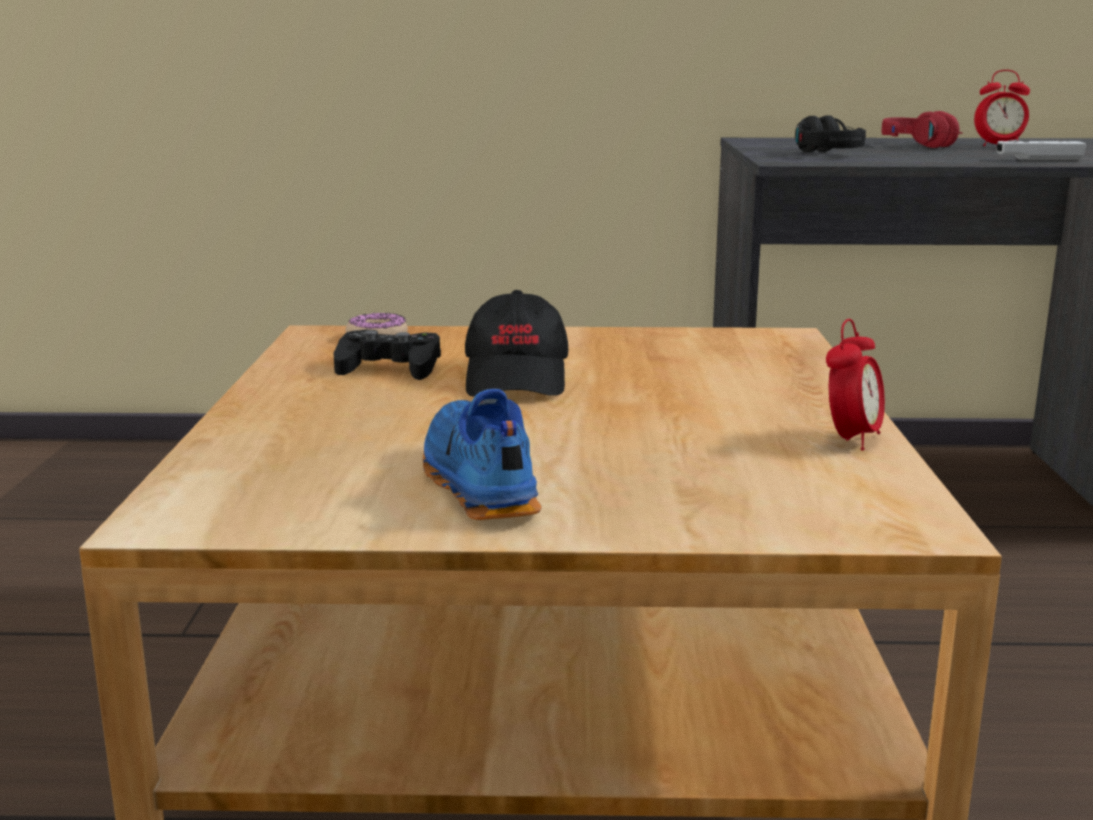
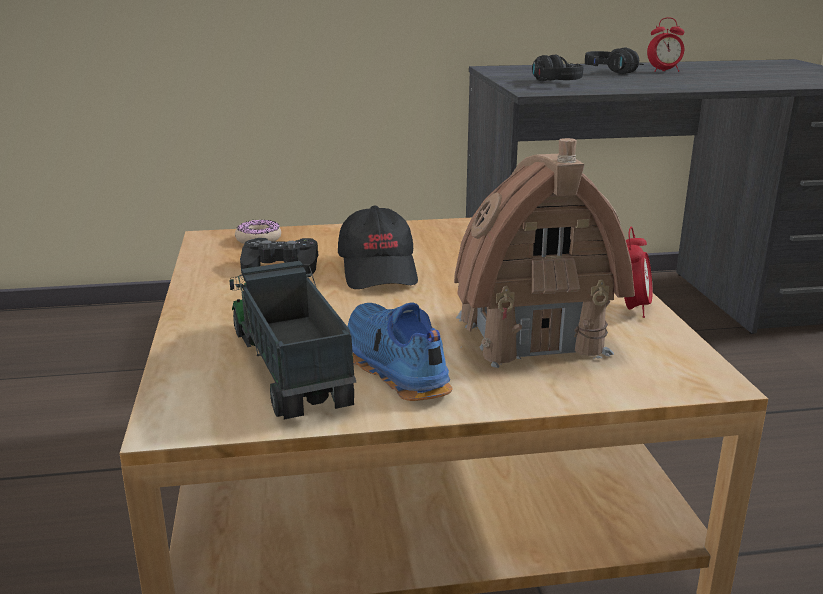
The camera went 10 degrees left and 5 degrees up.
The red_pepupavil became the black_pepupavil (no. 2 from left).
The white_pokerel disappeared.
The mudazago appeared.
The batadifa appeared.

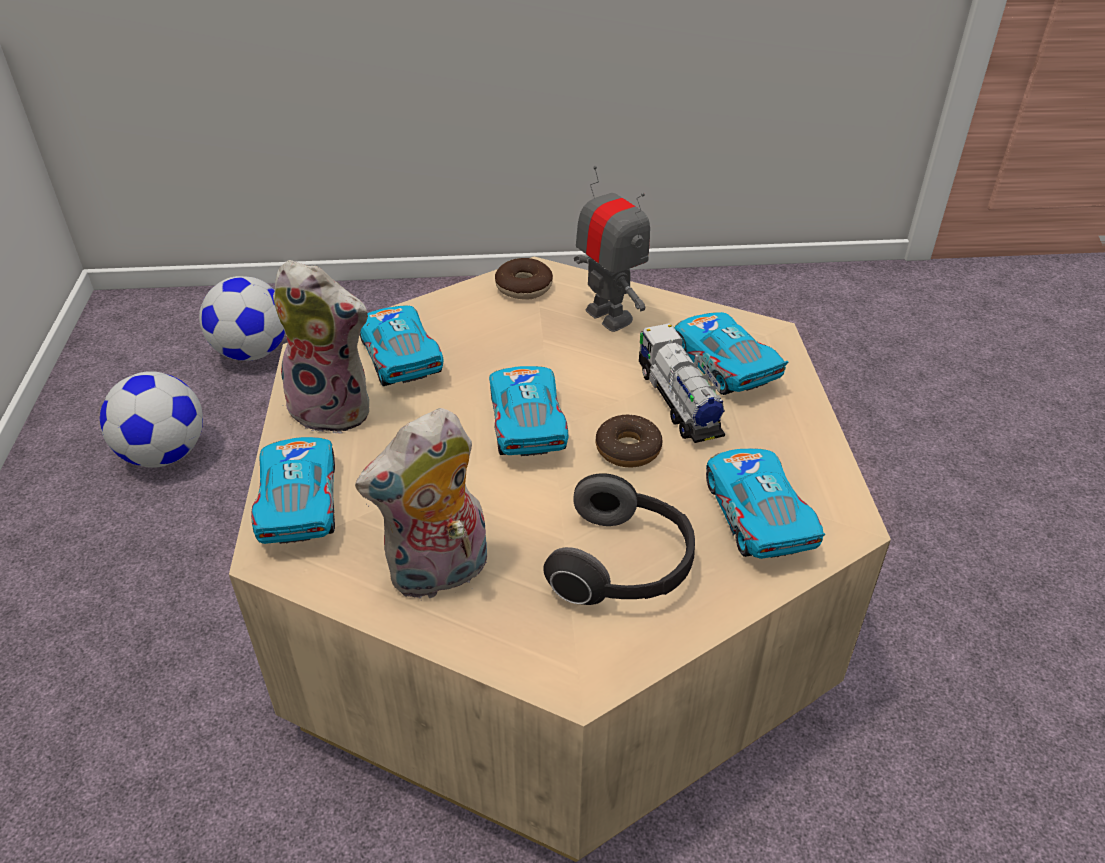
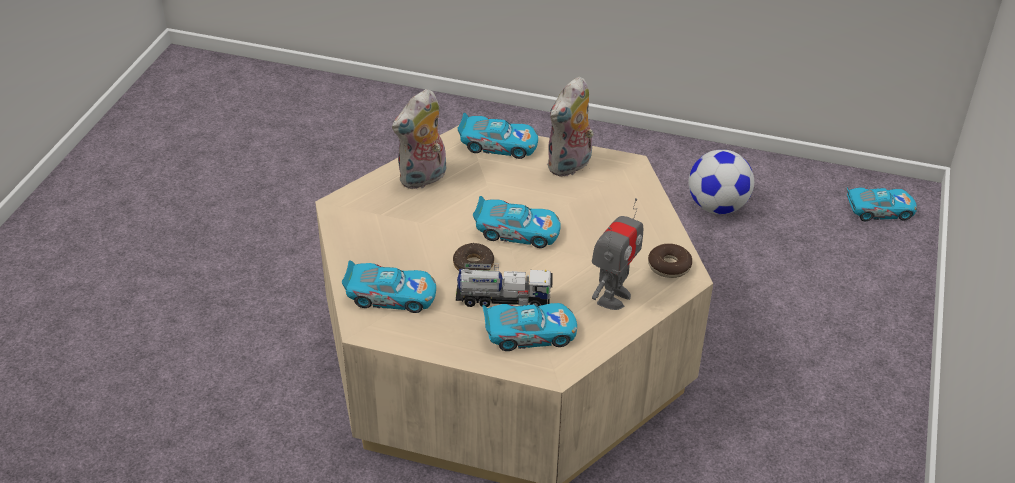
The camera went 110 degrees right and 0 degrees up.
The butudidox (no. 2 from left) disappeared.
The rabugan (no. 2 from left in the first image) turned 120 degrees counterclockwise.
The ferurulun (no. 2 from left in the first image) moved.
The pepupavil disappeared.
The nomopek turned 45 degrees counterclockwise.

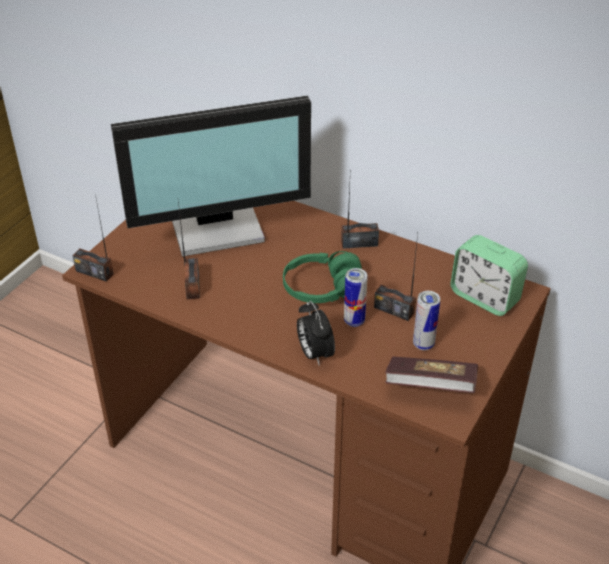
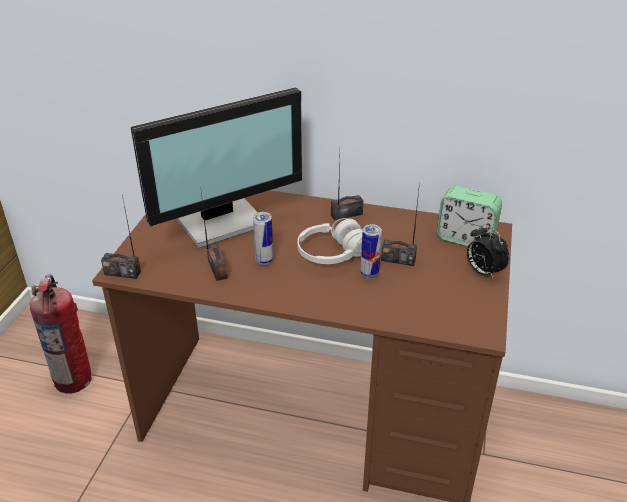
The camera went 15 degrees left and 5 degrees down.
The green_pepupavil became the white_pepupavil.
The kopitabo (no. 1 from left in the first image) moved.
The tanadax disappeared.
The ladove (no. 2 from left in the first image) moved.
The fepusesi appeared.

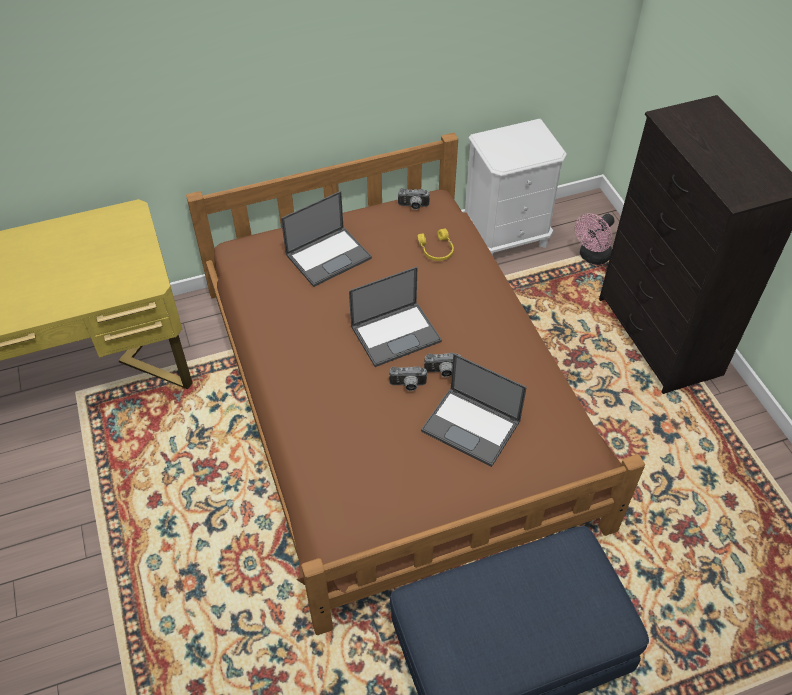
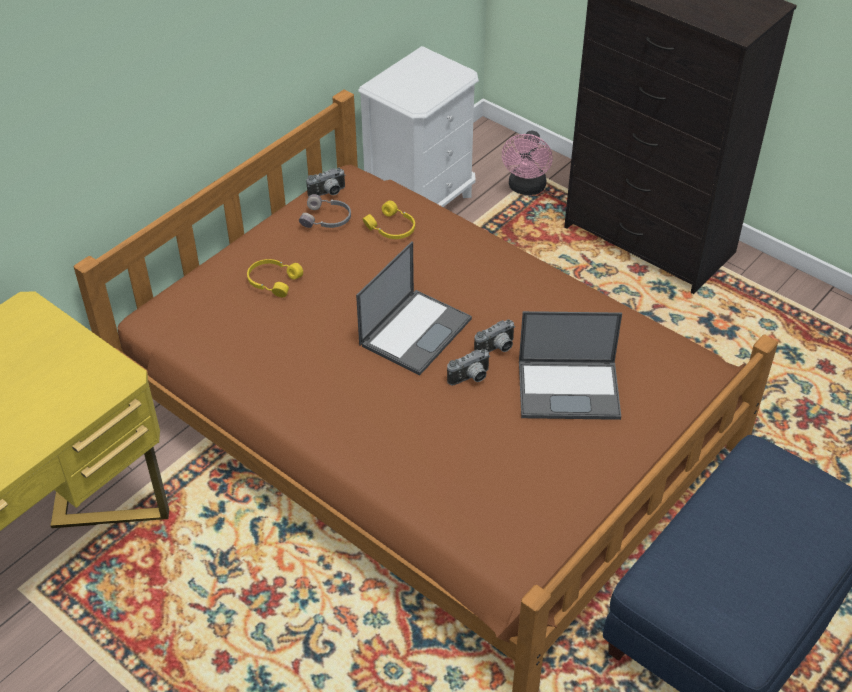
The camera went 30 degrees left and 5 degrees down.
The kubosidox (no. 1 from left) was replaced by the yellow_pepupavil (no. 1 from left).
The grey_pepupavil appeared.

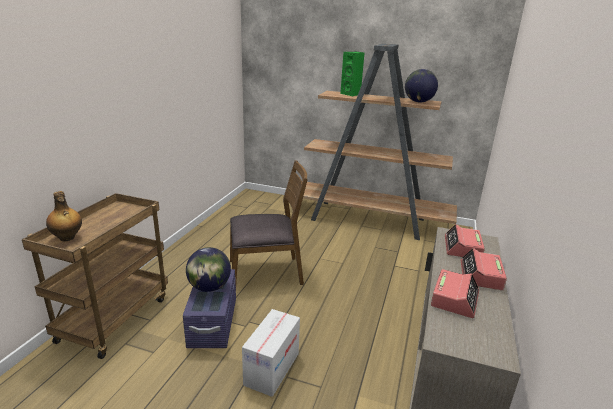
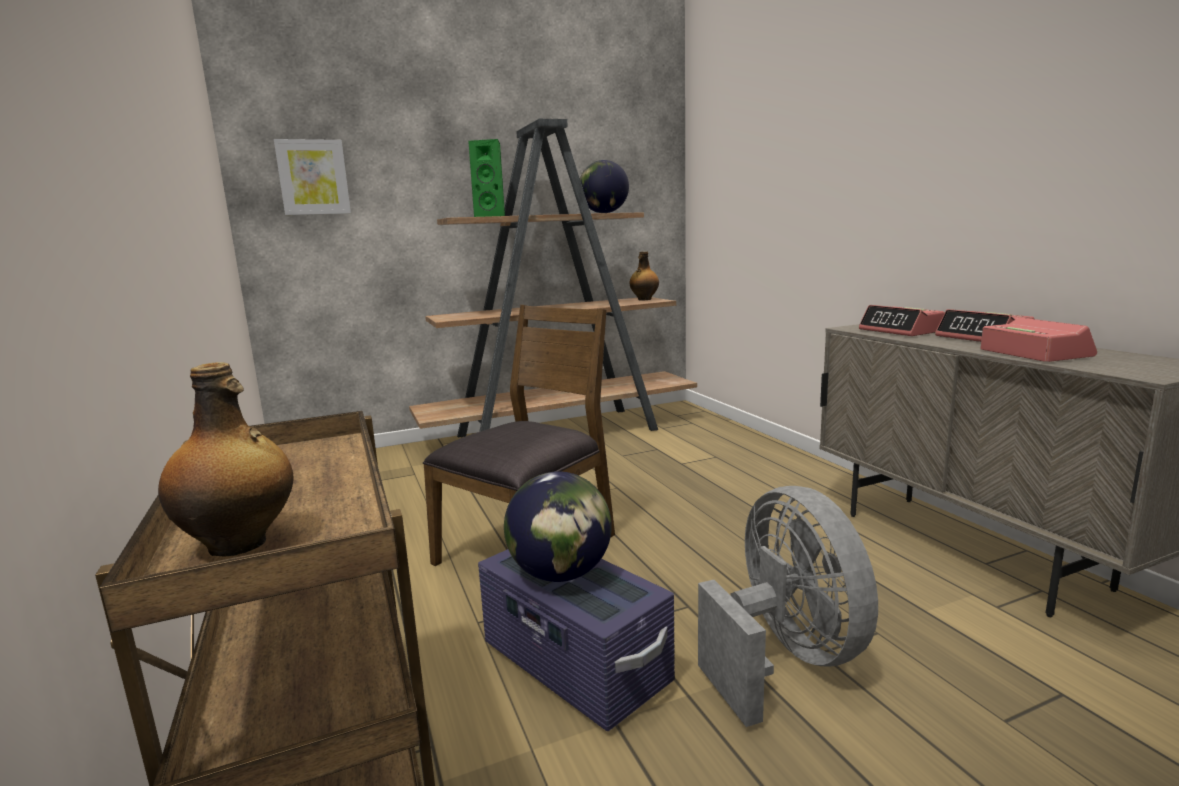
The camera went 40 degrees left and 10 degrees down.
The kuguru was replaced by the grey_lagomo.
The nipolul appeared.
The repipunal (no. 2 from left) appeared.

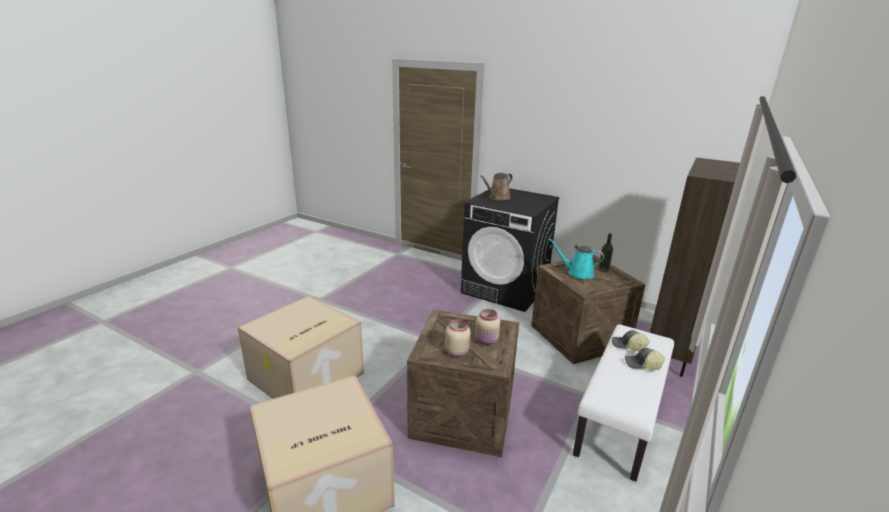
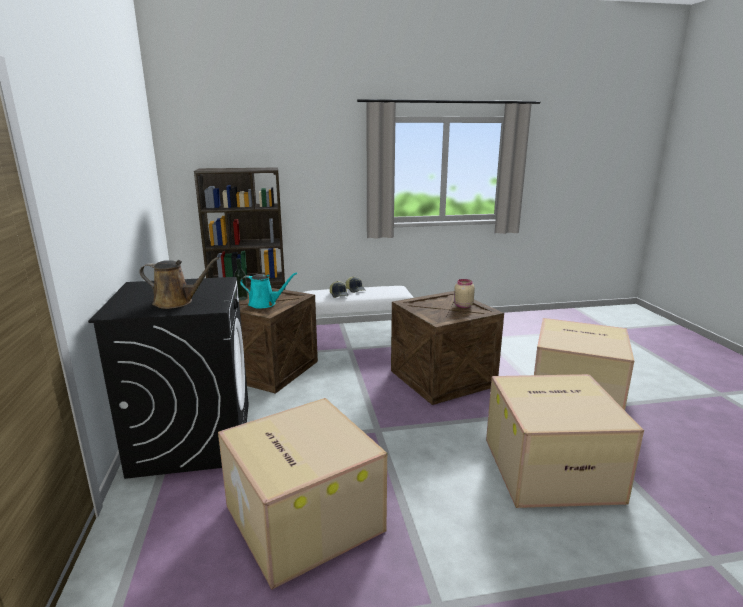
The camera went 130 degrees left and 5 degrees down.
The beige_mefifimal (no. 2 from left) disappeared.
The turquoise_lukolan turned 60 degrees counterclockwise.
The kuguru (no. 1 from left) appeared.

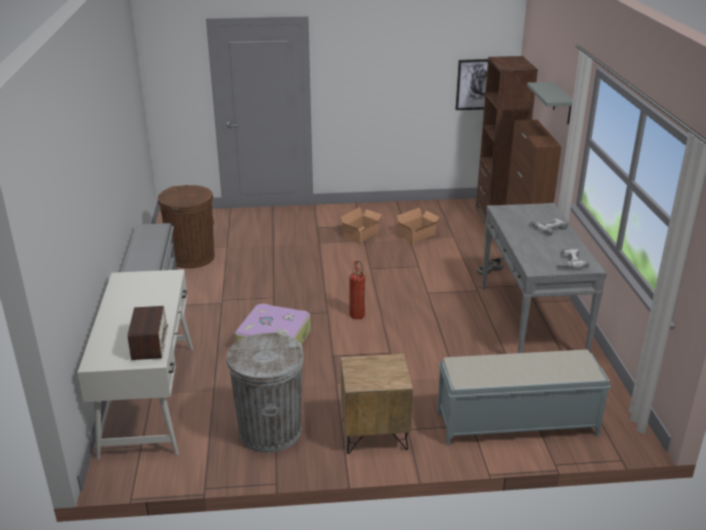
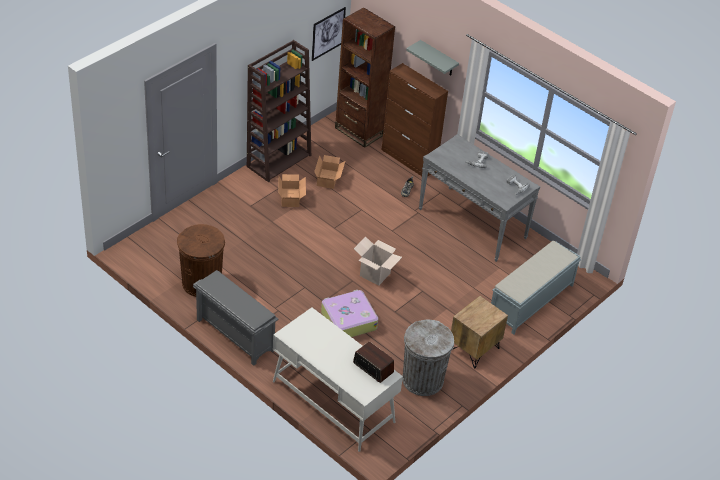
The camera went 45 degrees left and 15 degrees up.
The fepusesi was replaced by the kuguru (no. 3 from left).
The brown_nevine (no. 1 from left) appeared.

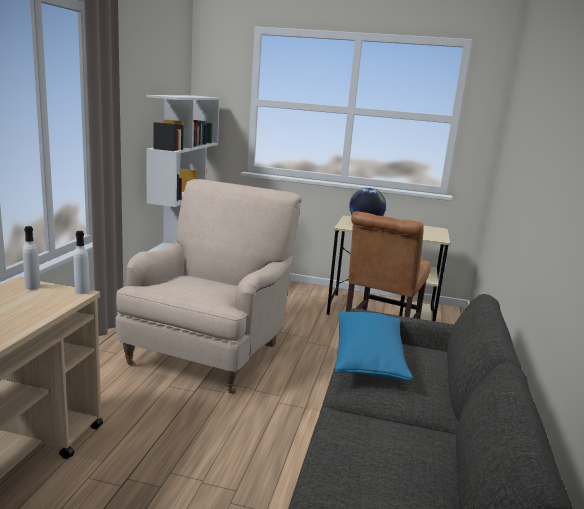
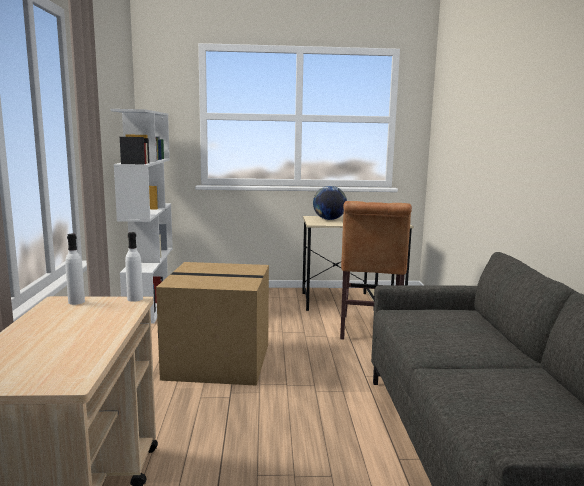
The camera went 15 degrees left and 5 degrees down.
The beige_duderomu was replaced by the kuguru.
The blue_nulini disappeared.

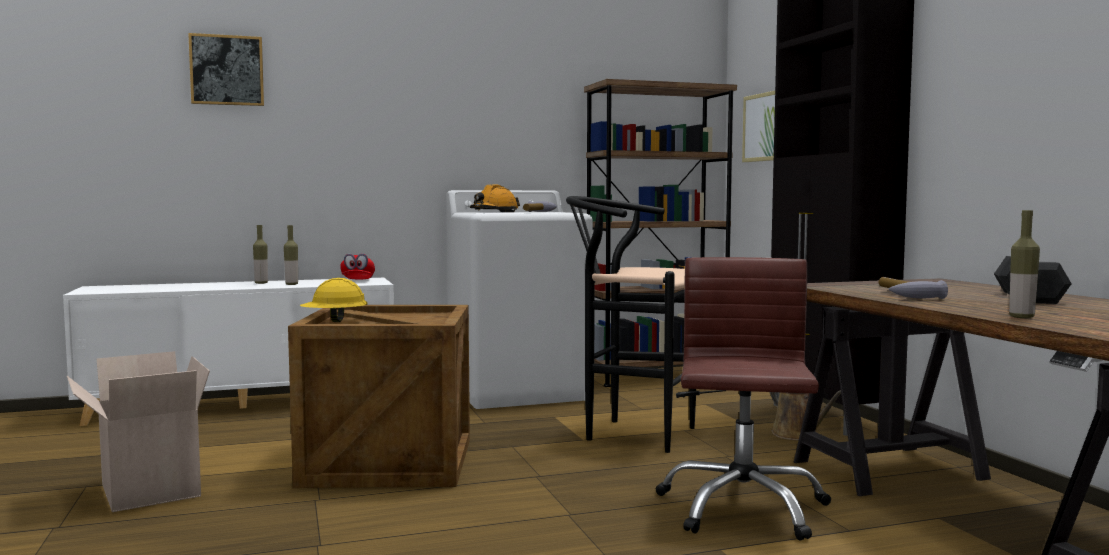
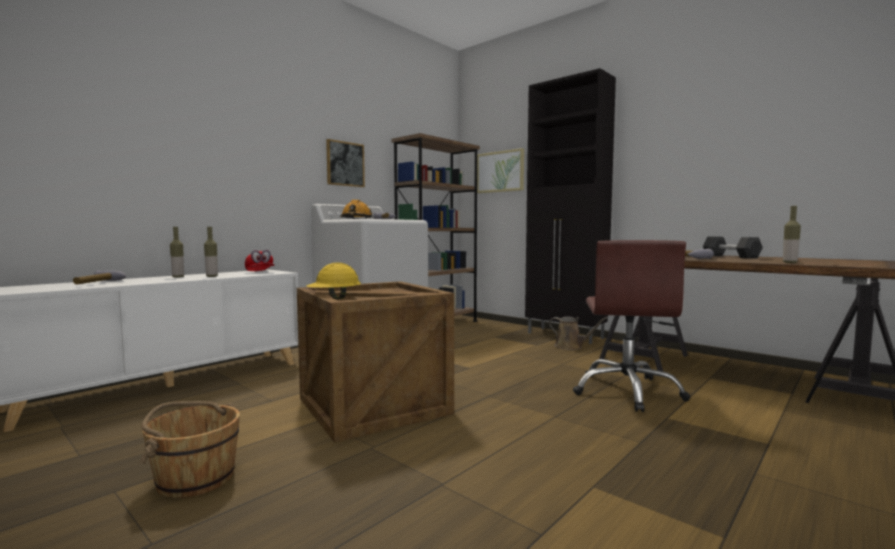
The camera went 30 degrees left and 0 degrees up.
The kuguru was replaced by the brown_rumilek.
The nipolul (no. 1 from left) moved.
The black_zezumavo disappeared.
The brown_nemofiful turned 150 degrees counterclockwise.
The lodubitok (no. 1 from left) appeared.

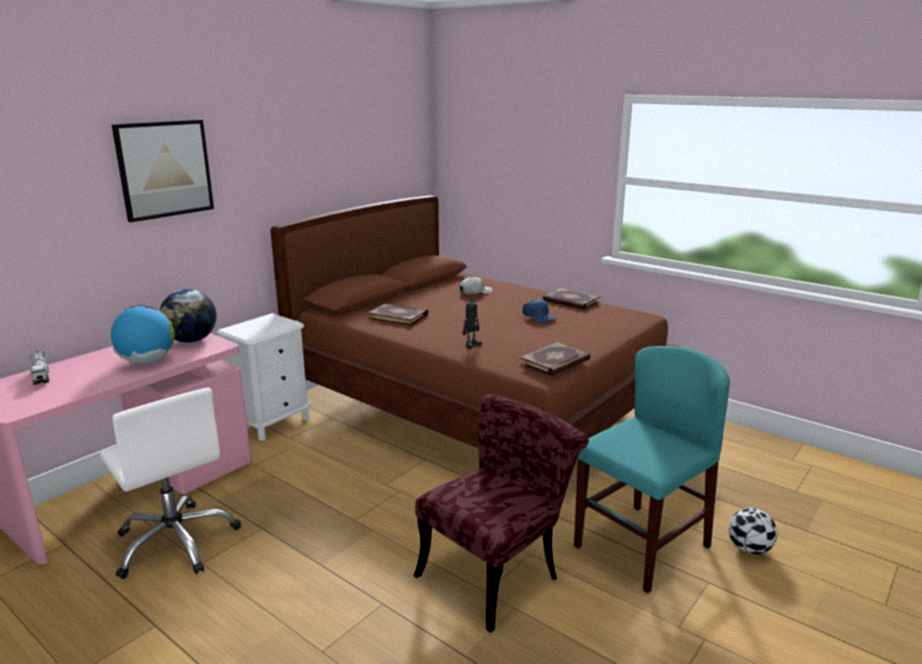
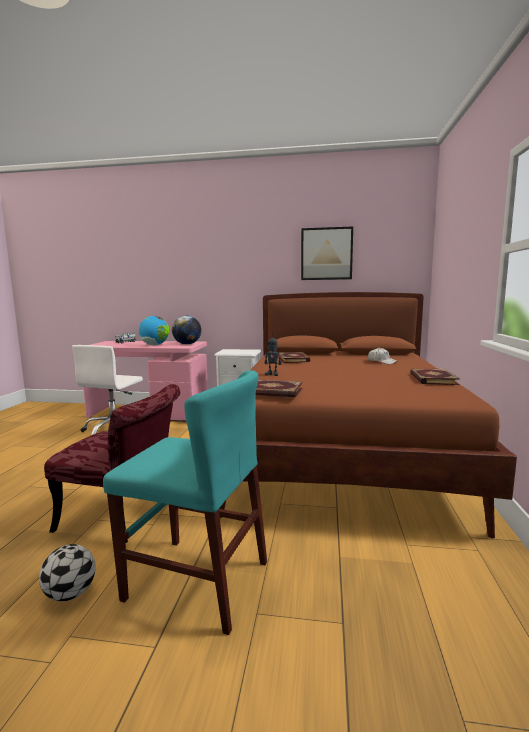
The camera went 60 degrees right and 10 degrees down.
The nipolul moved.
The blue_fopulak disappeared.
The butudidox moved.

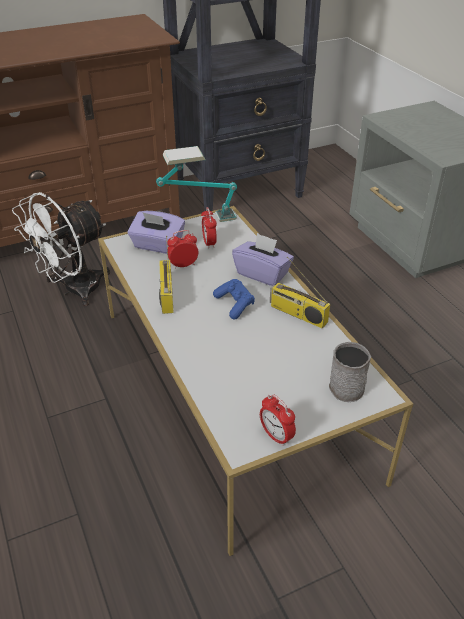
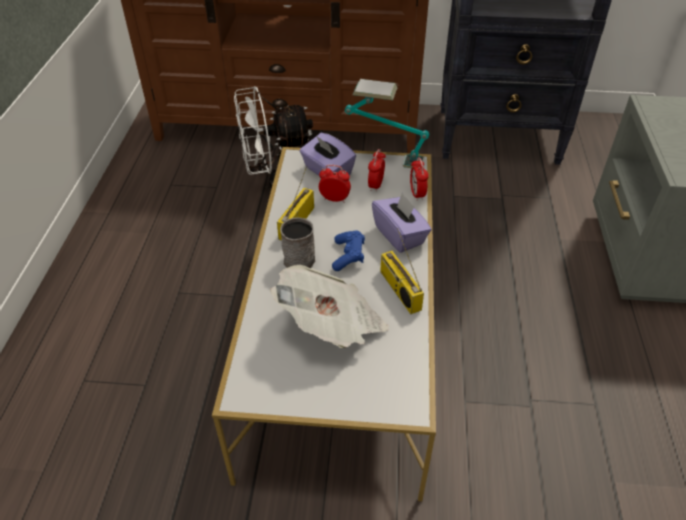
The camera went 30 degrees right and 5 degrees up.
The kopitabo (no. 3 from left) moved.
The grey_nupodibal moved.
The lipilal appeared.

